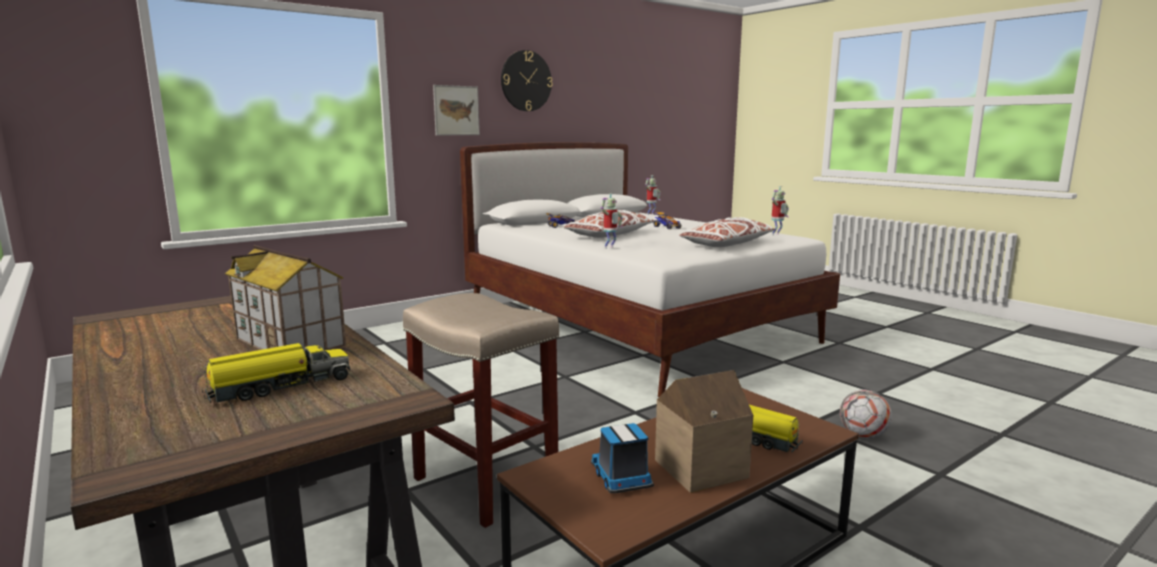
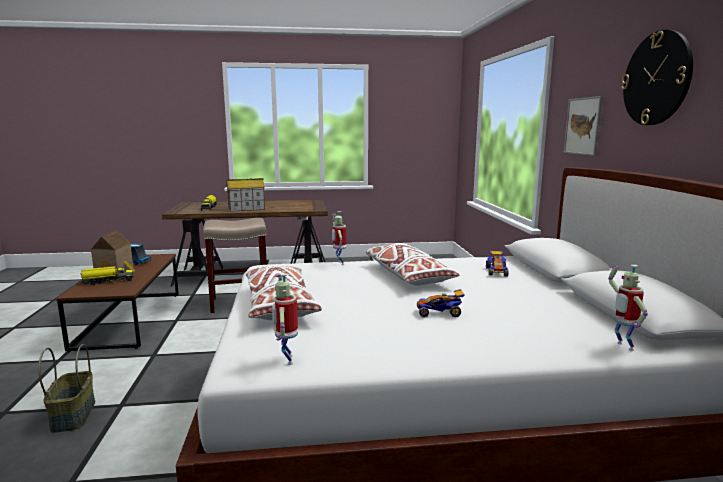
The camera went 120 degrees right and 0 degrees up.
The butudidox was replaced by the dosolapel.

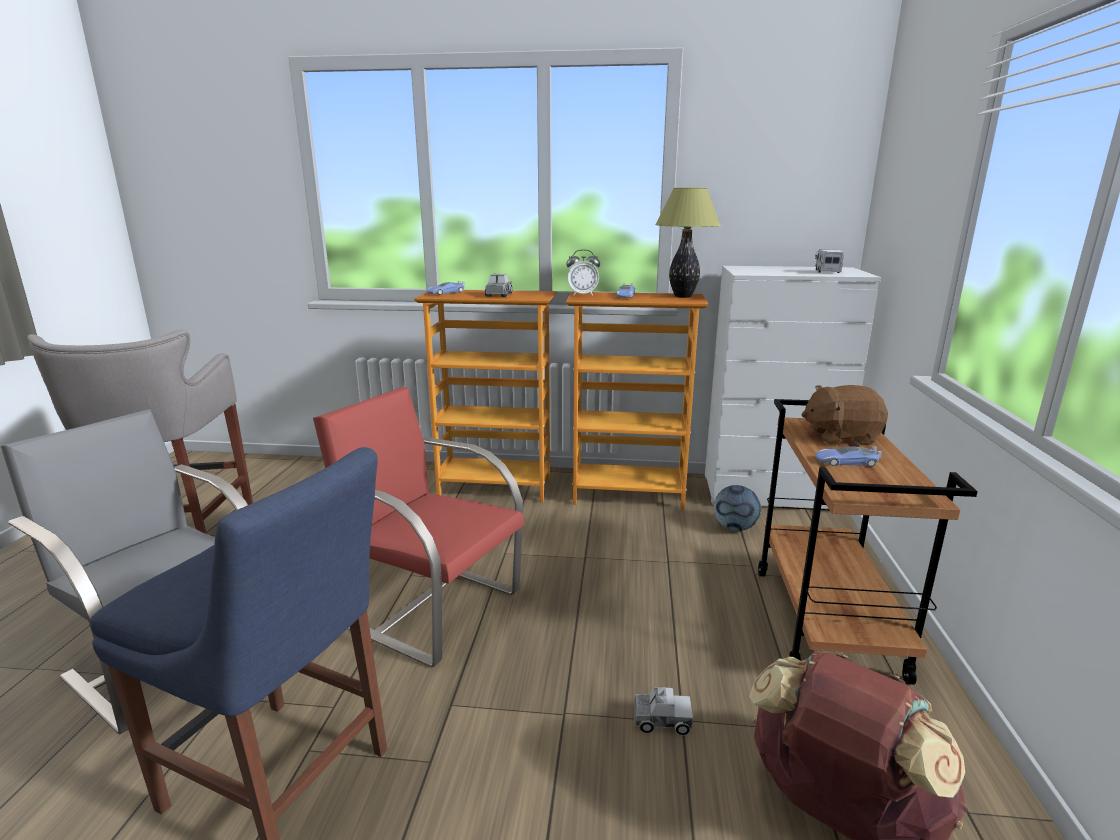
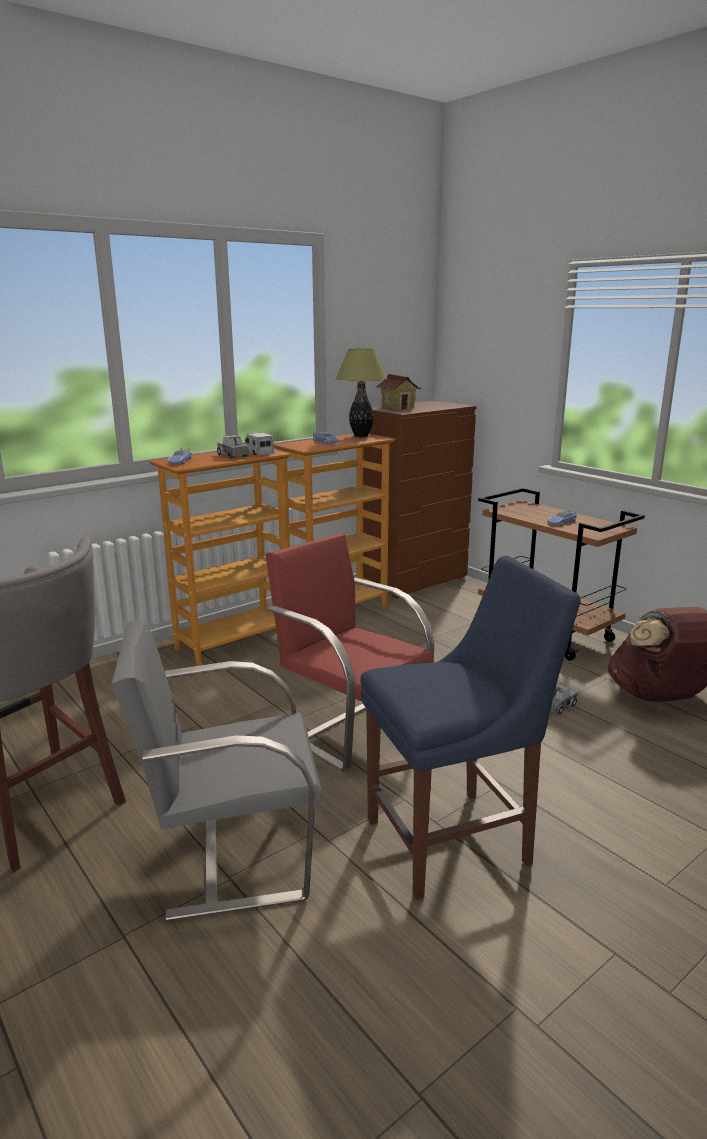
The camera went 45 degrees left and 0 degrees up.
The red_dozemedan turned 60 degrees clockwise.
The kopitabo disappeared.
The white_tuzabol became the brown_tuzabol.
The butudidox disappeared.
The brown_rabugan disappeared.
The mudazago (no. 3 from left in the first image) moved.
The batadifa appeared.

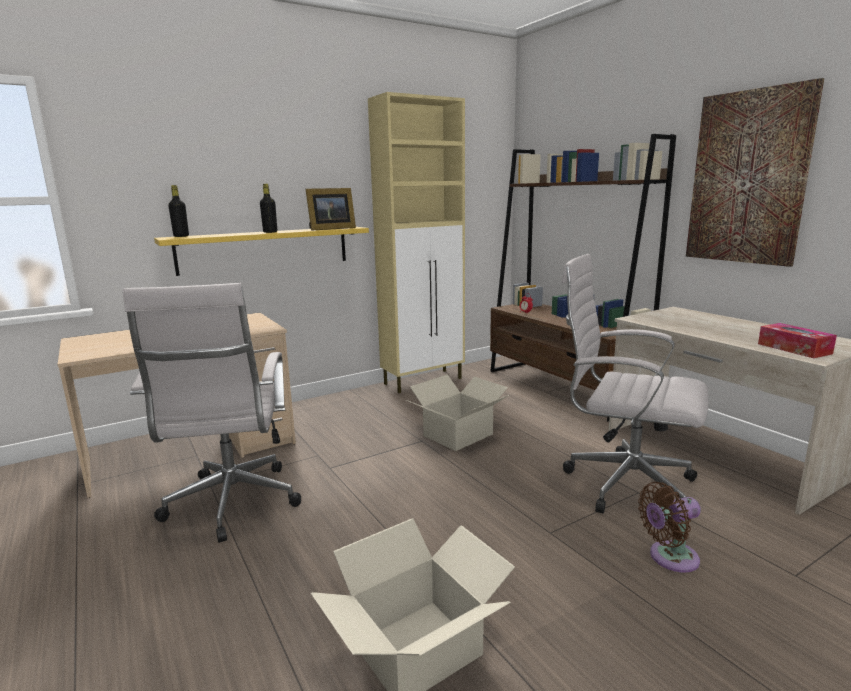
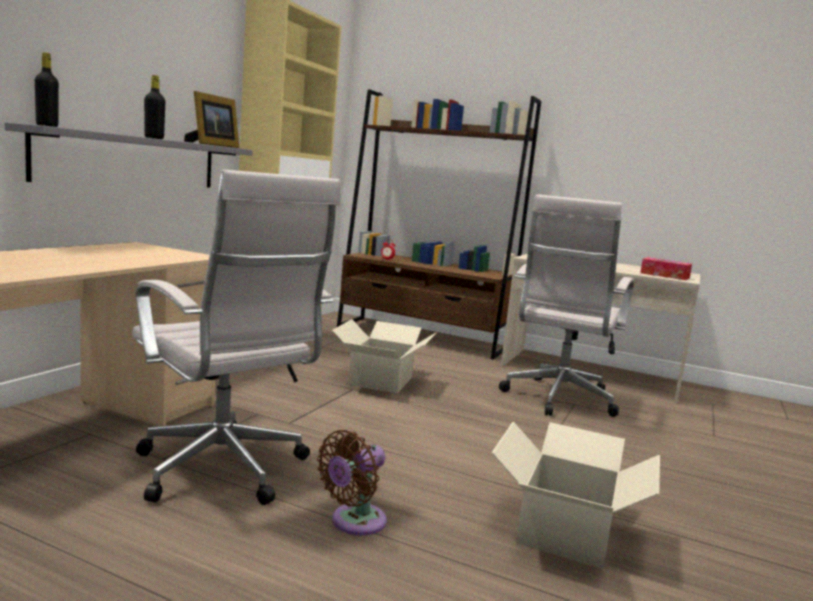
The camera went 35 degrees left and 5 degrees down.
The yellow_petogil became the grey_petogil.
The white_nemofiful (no. 2 from left) turned 60 degrees counterclockwise.
The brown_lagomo moved.
The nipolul disappeared.

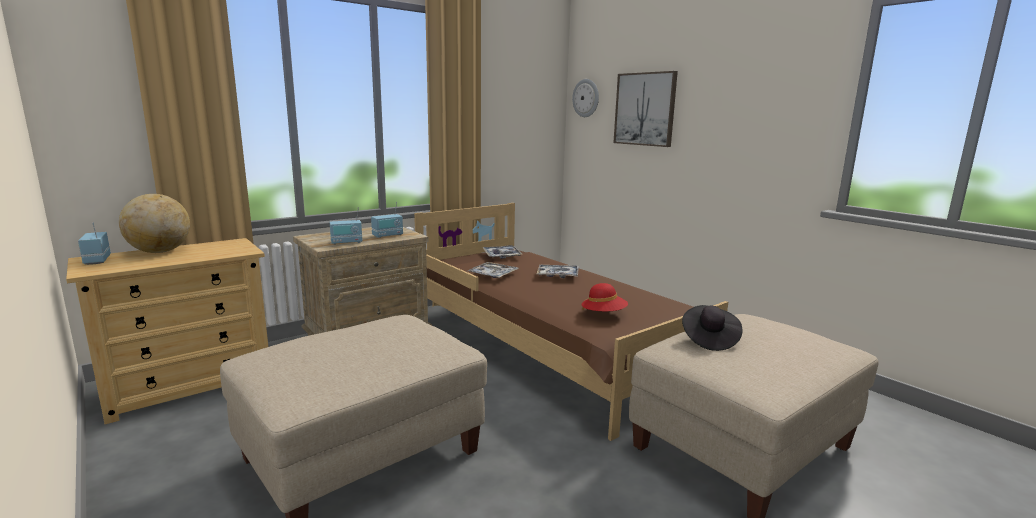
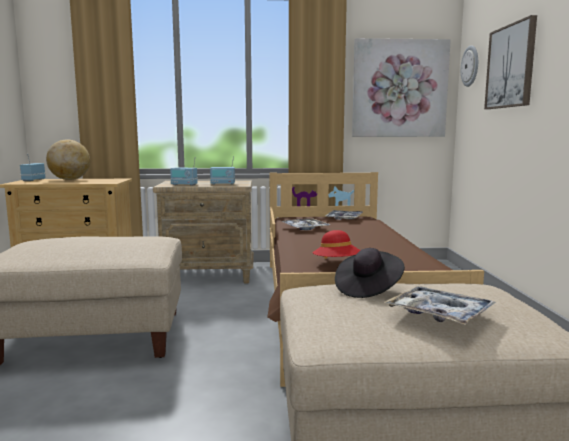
The camera went 35 degrees right and 5 degrees down.
The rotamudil (no. 3 from left) moved.
The nipolul (no. 1 from left) appeared.

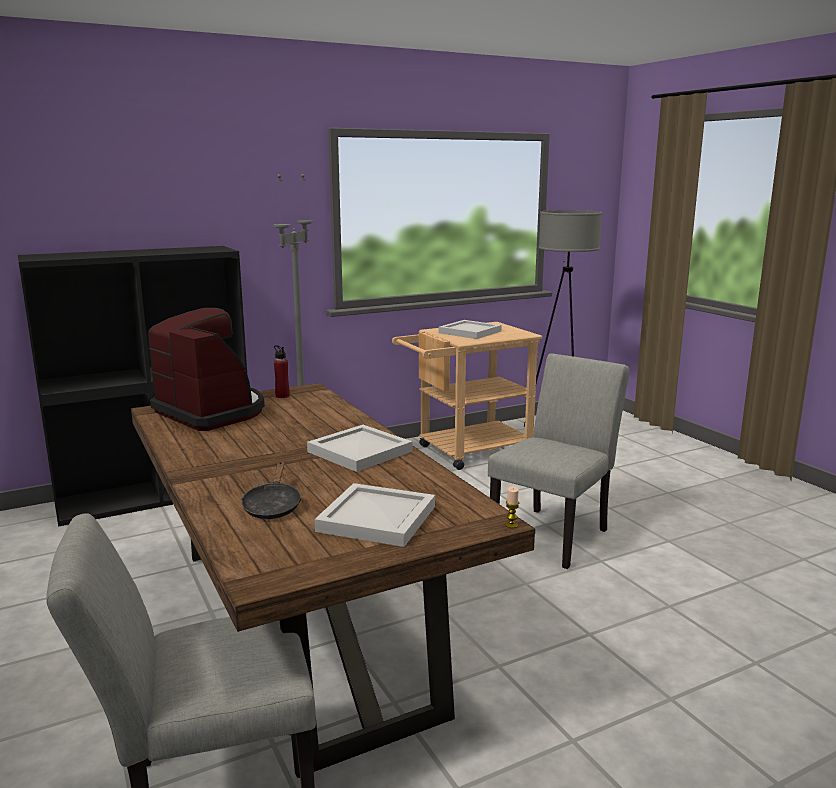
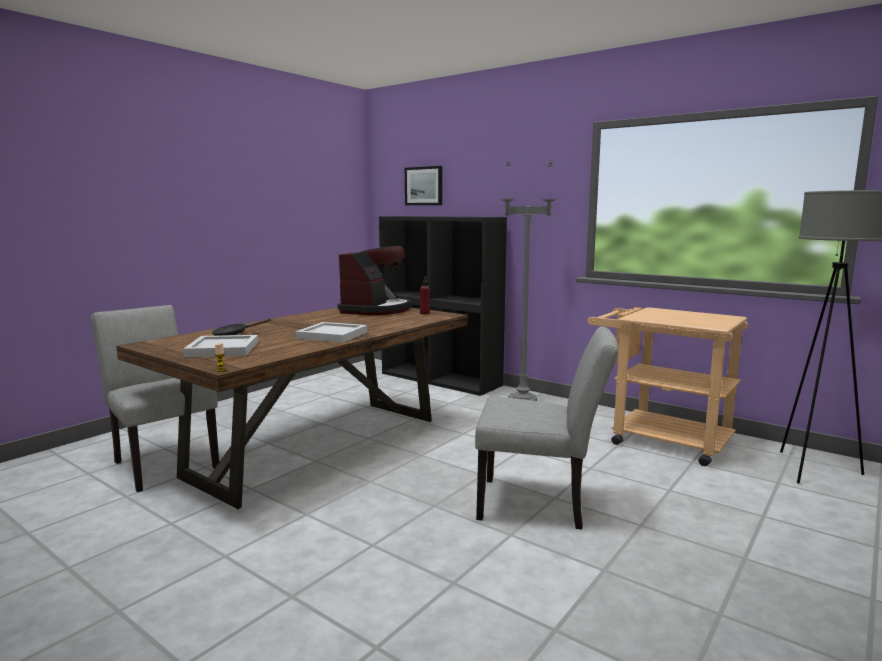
The camera went 65 degrees right and 5 degrees down.
The white_rotamudil (no. 3 from left) disappeared.
The nipolul appeared.

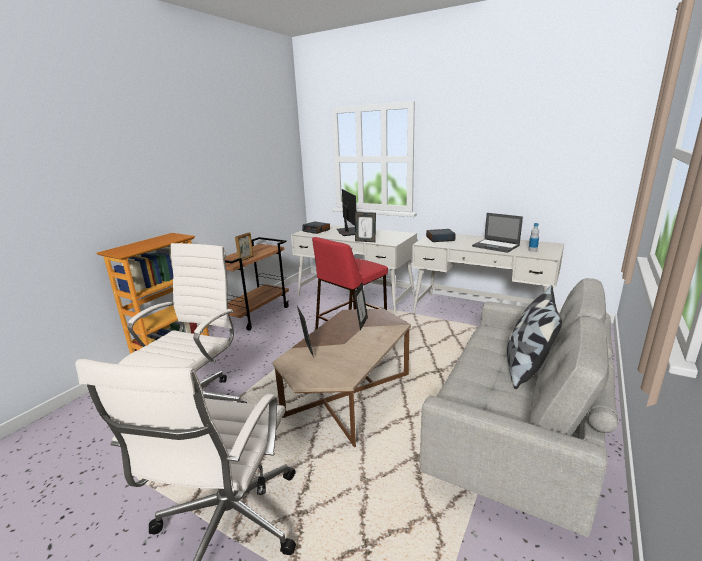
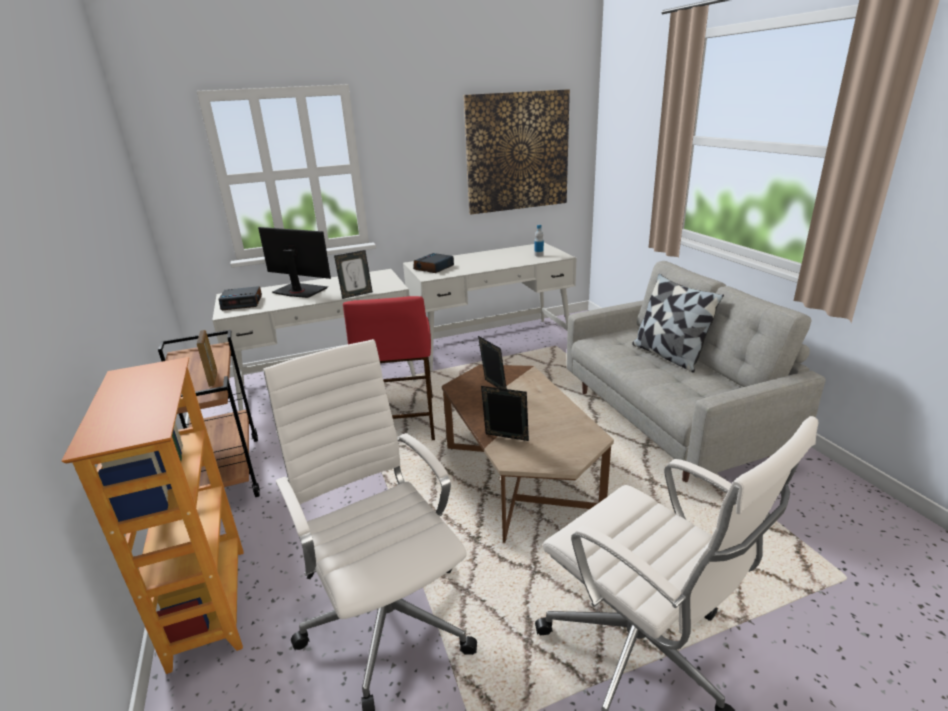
The camera went 50 degrees left and 5 degrees up.
The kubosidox disappeared.
The nipolul appeared.

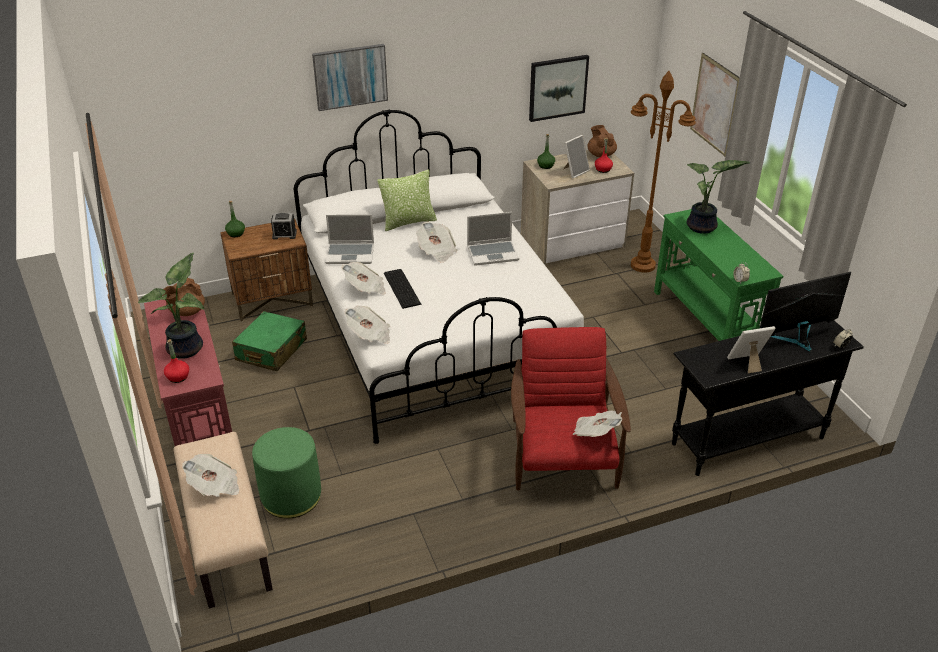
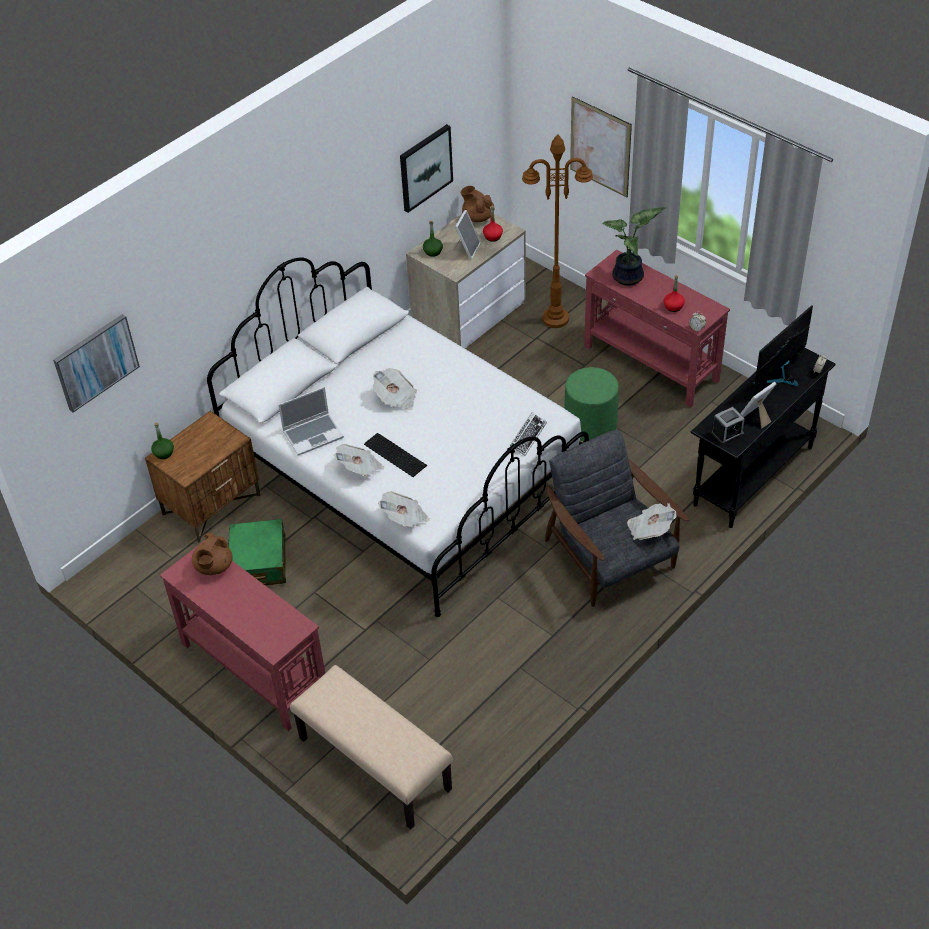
The camera went 25 degrees left and 10 degrees up.
The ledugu (no. 1 from left) disappeared.
The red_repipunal (no. 1 from left in the first image) moved.
The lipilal (no. 1 from left) disappeared.
The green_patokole moved.
The kopitabo (no. 1 from left in the first image) moved.
The nipolul (no. 1 from left) moved.
The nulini disappeared.
The kubosidox (no. 2 from left) disappeared.
The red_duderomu became the grey_duderomu.
The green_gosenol became the red_gosenol (no. 2 from left).
The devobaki (no. 2 from left) appeared.

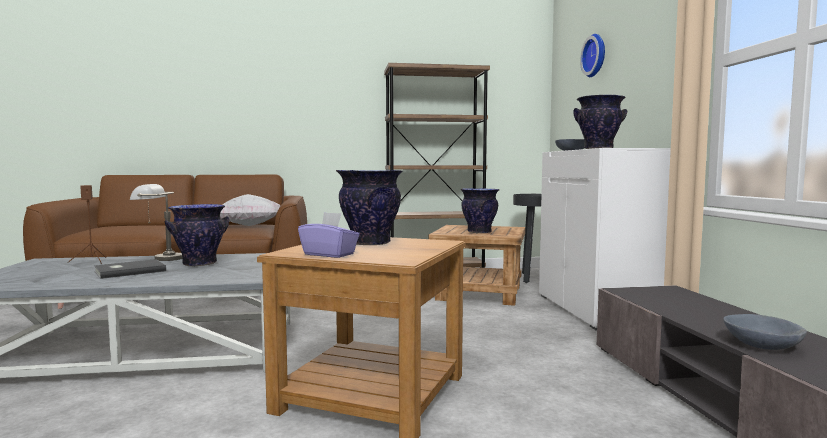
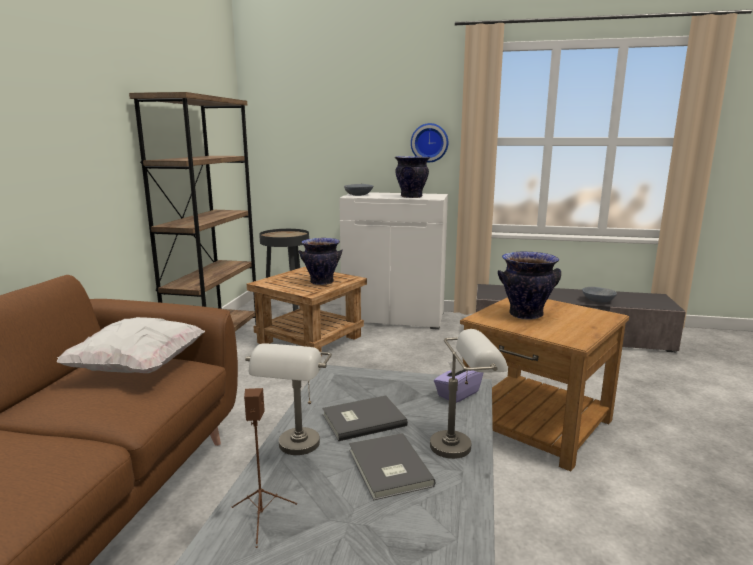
The camera went 70 degrees left and 10 degrees up.
The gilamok (no. 1 from left) was replaced by the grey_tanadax (no. 1 from left).
The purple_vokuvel moved.
The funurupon moved.
The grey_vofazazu (no. 2 from left) appeared.

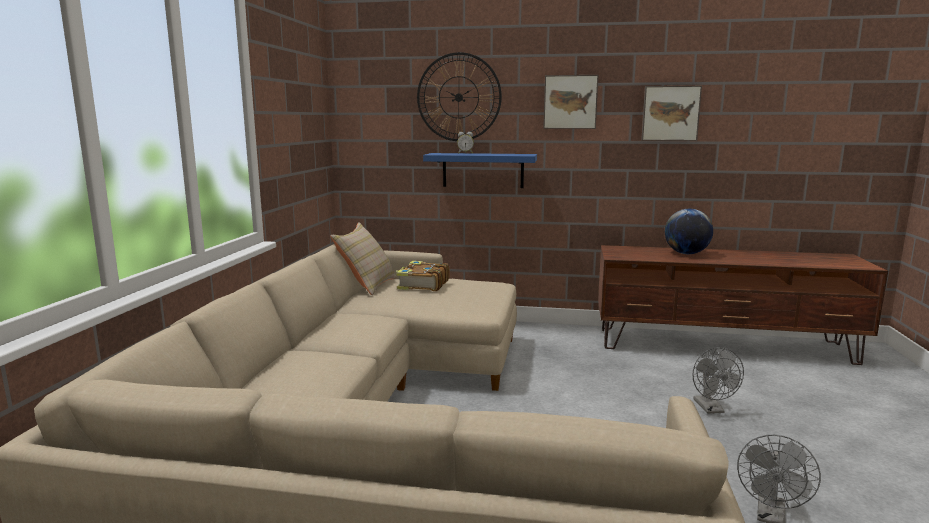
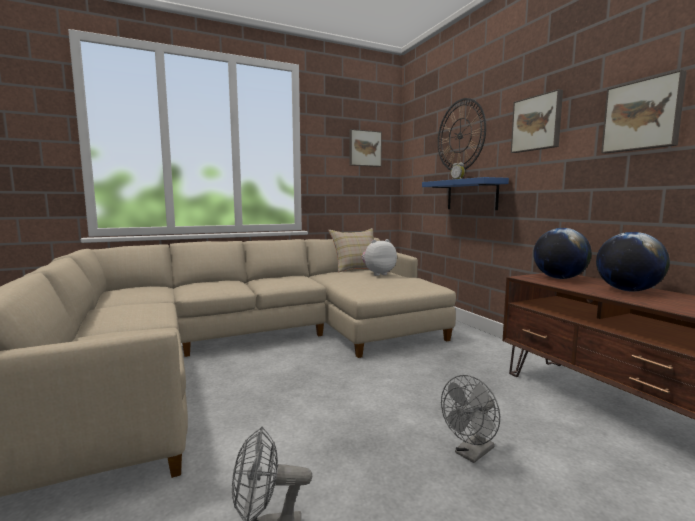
The camera went 55 degrees right and 5 degrees down.
The tanadax was replaced by the rabugan.
The nipolul (no. 1 from left) appeared.
The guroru (no. 1 from left) appeared.

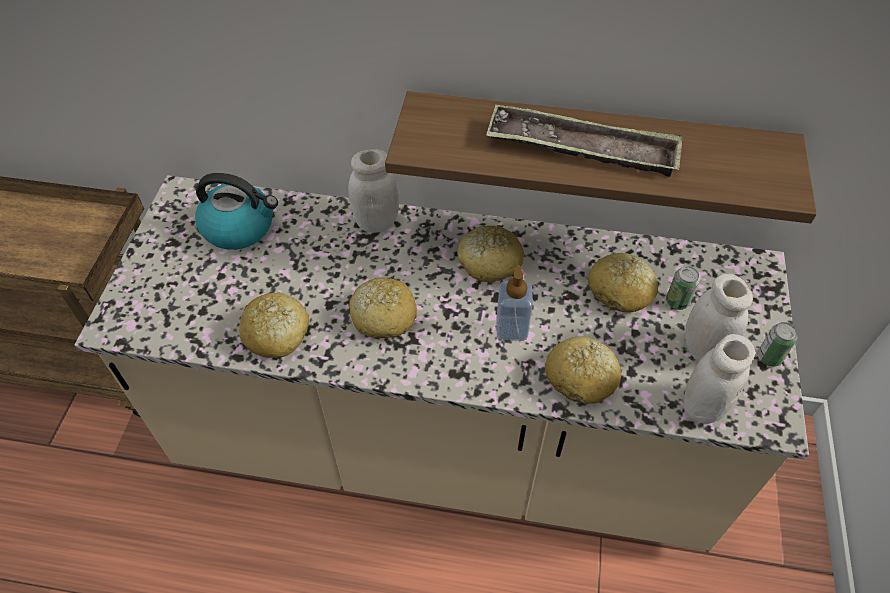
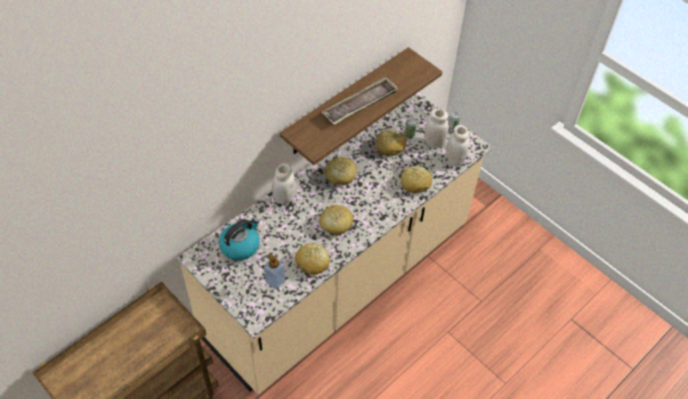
The camera went 55 degrees left and 0 degrees up.
The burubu moved.

